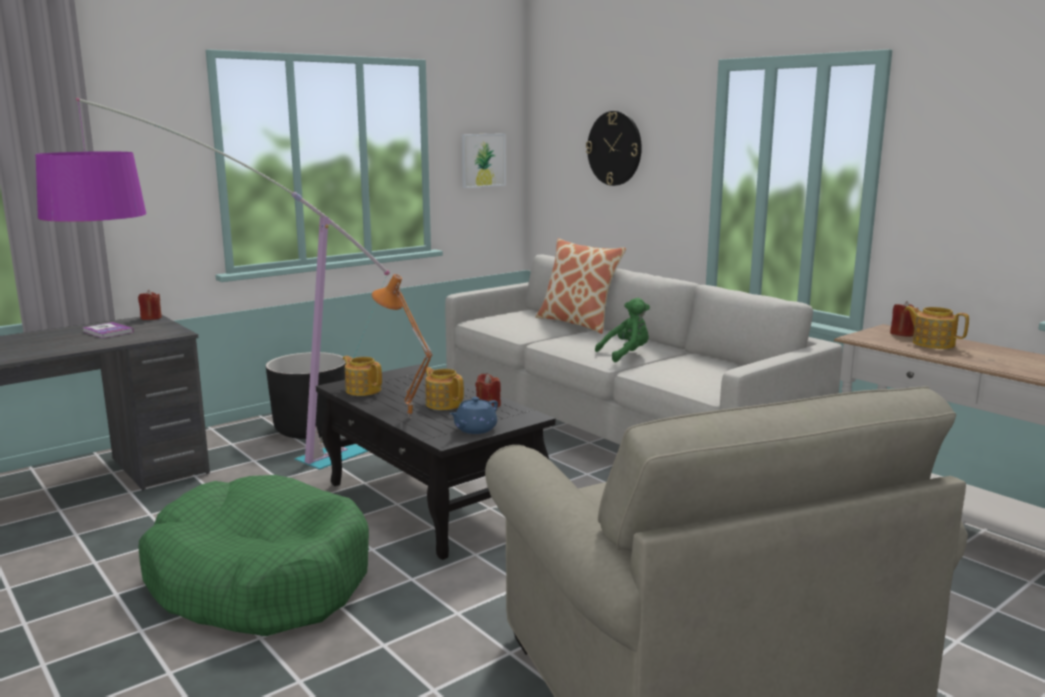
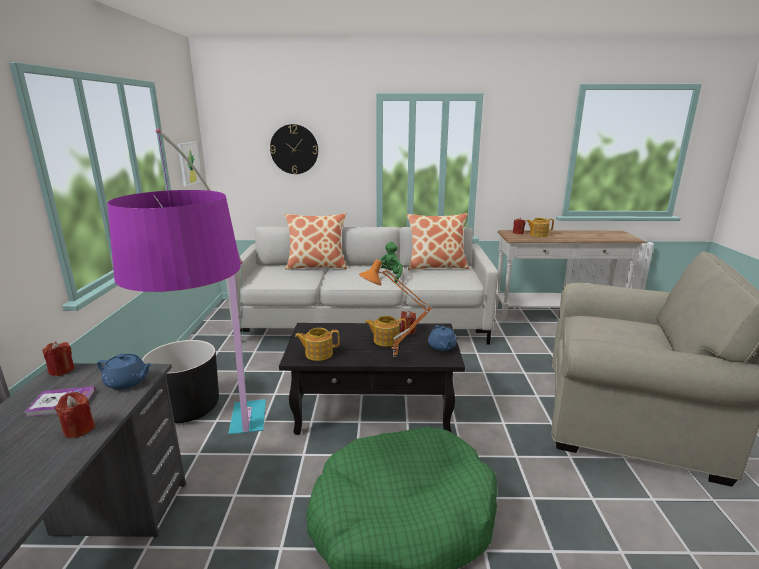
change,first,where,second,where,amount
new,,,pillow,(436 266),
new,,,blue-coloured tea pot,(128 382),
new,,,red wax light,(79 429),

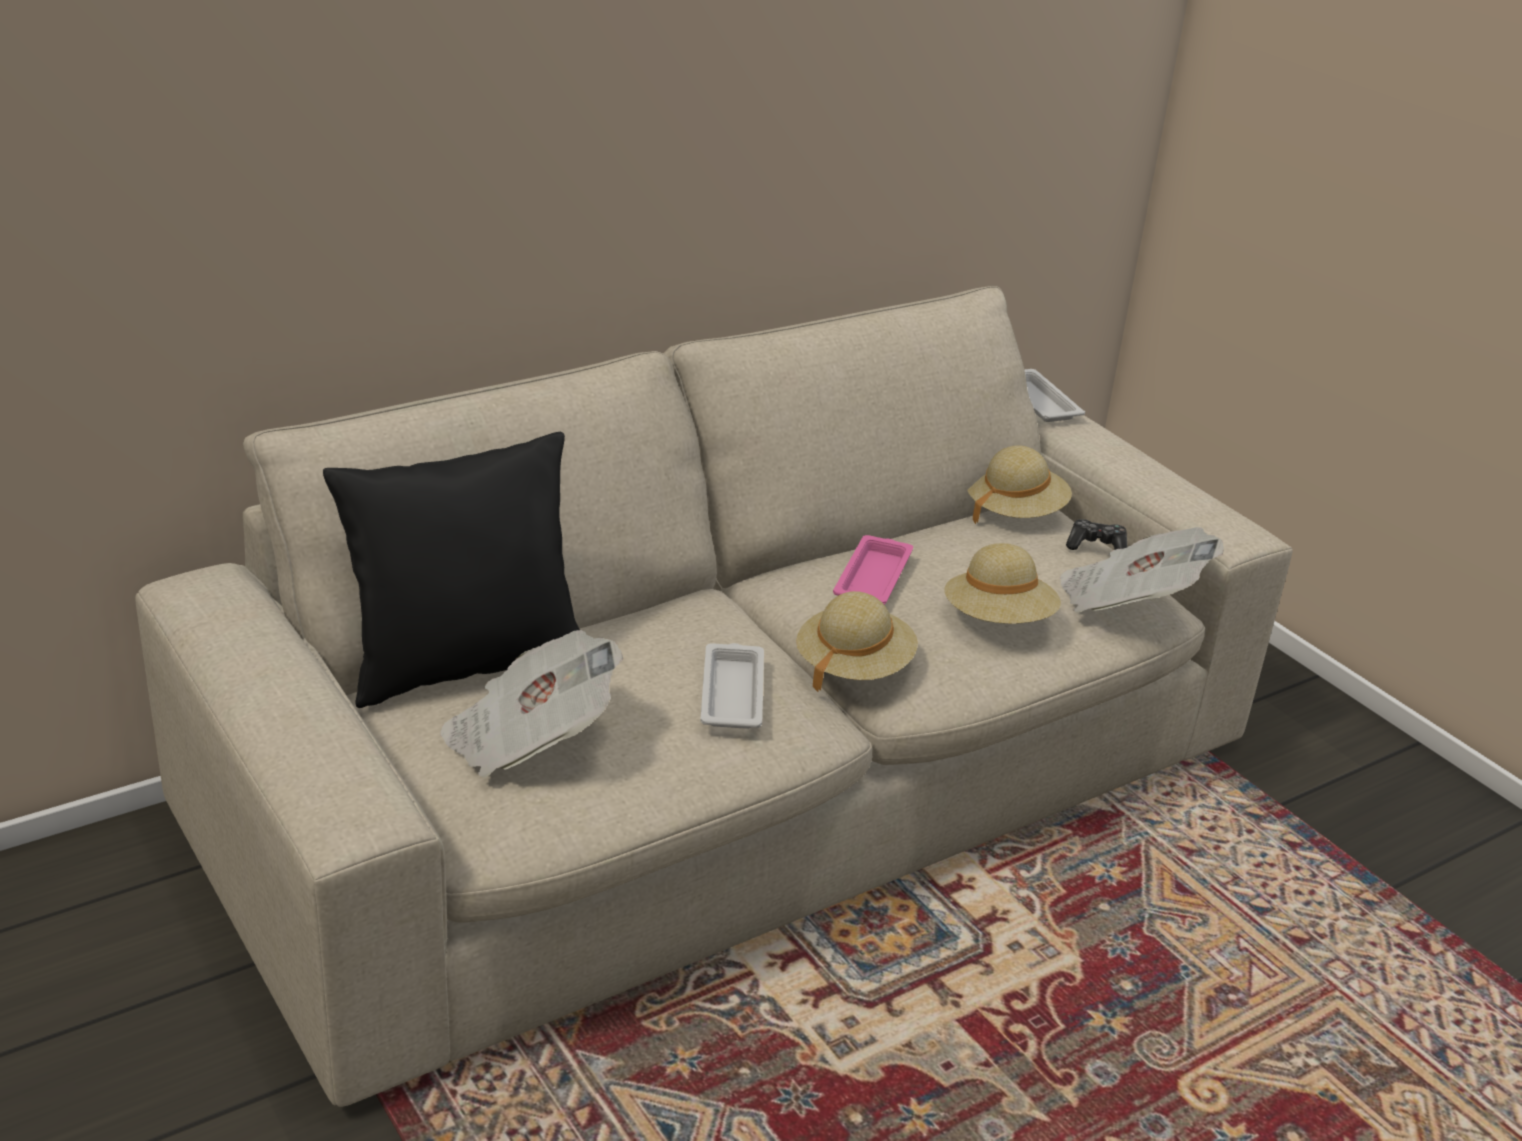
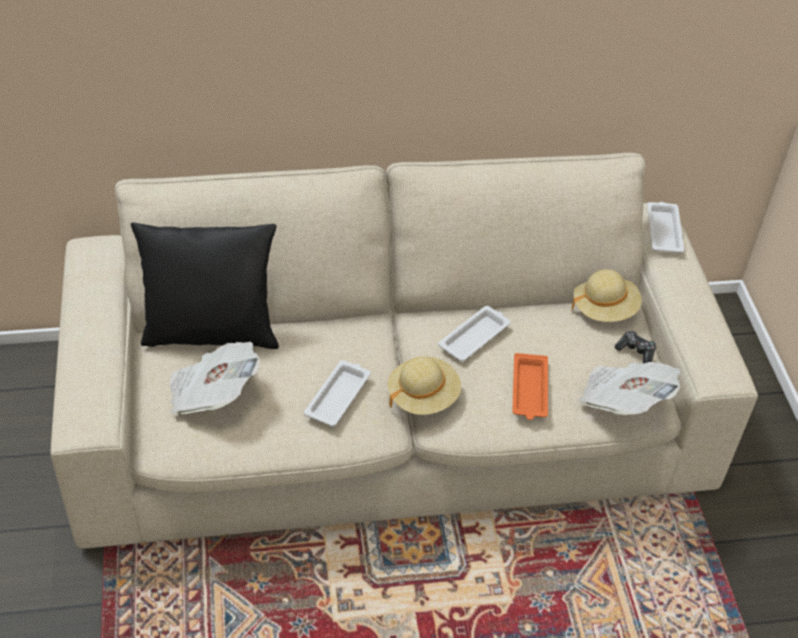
change,first,where,second,where,amount
repainted,pinkish carrying tray,(873 577),whitish carrying tray,(475 336),
swapped,beige-coloured clothing hat,(998 620),orange-coloured carrying tray,(529 391),

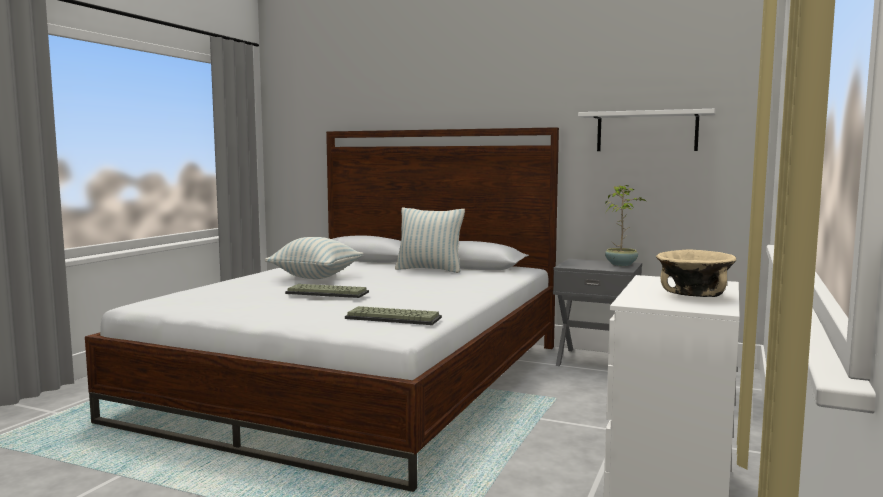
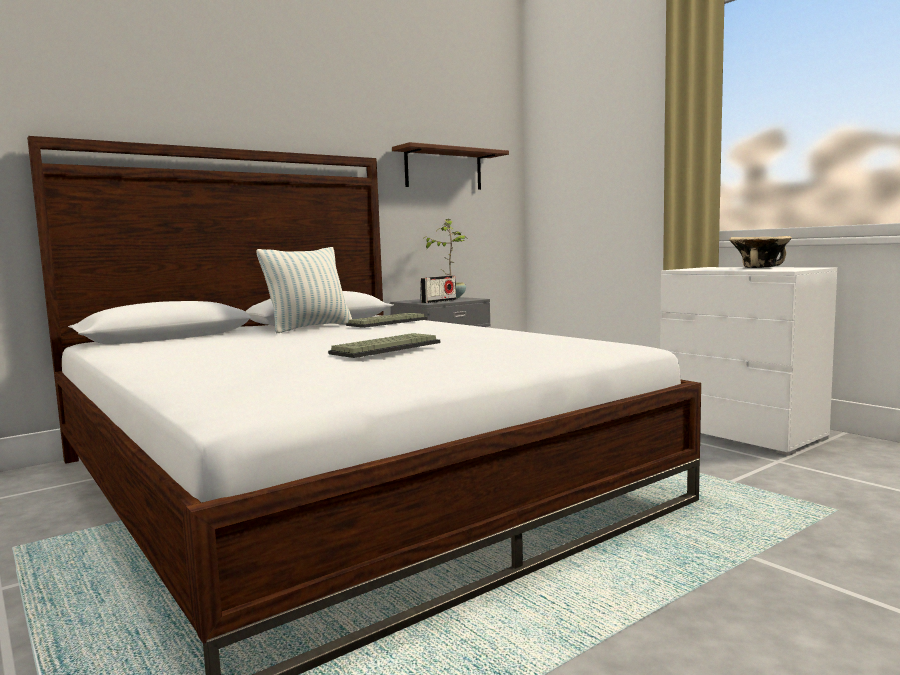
change,first,where,second,where,amount
repainted,whitish shelf,(646 131),brown shelf,(443 169),
gone,pillow,(316 277),,,
shifted,computer keyboard,(394 318),,(387 322),
new,,,radio receiver,(438 301),

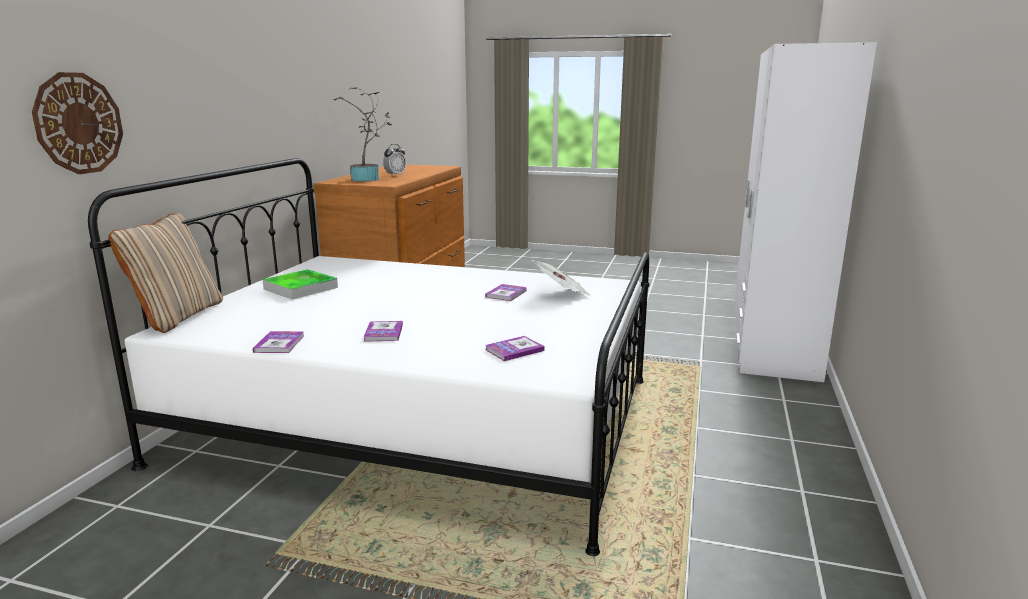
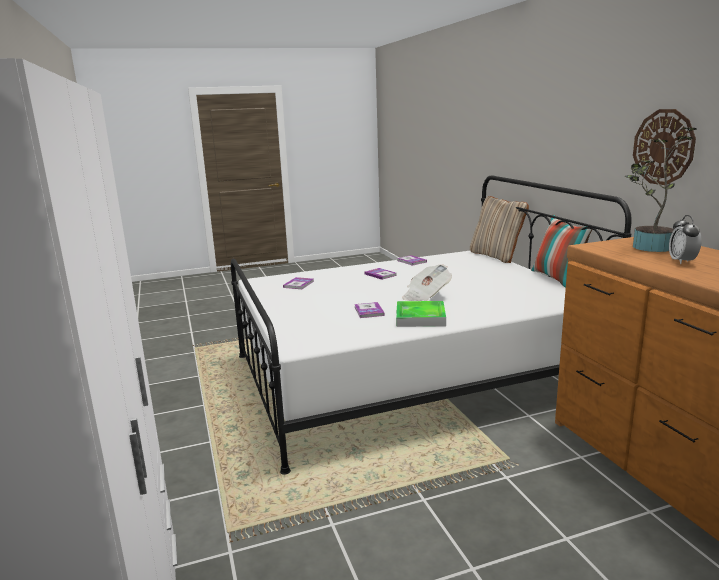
change,first,where,second,where,amount
shifted,wall clock,(78 123),,(663 147),
shifted,newspaper,(562 293),,(426 296),
shifted,carrying tray,(300 288),,(420 317),
new,,,pillow,(557 279),

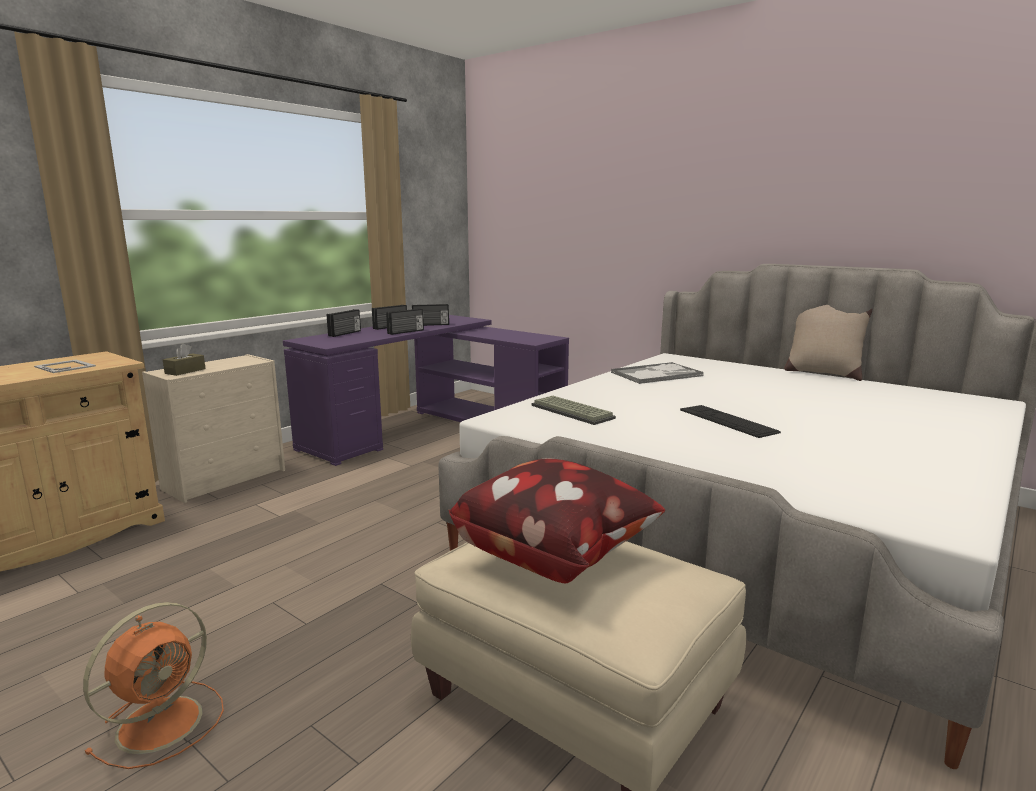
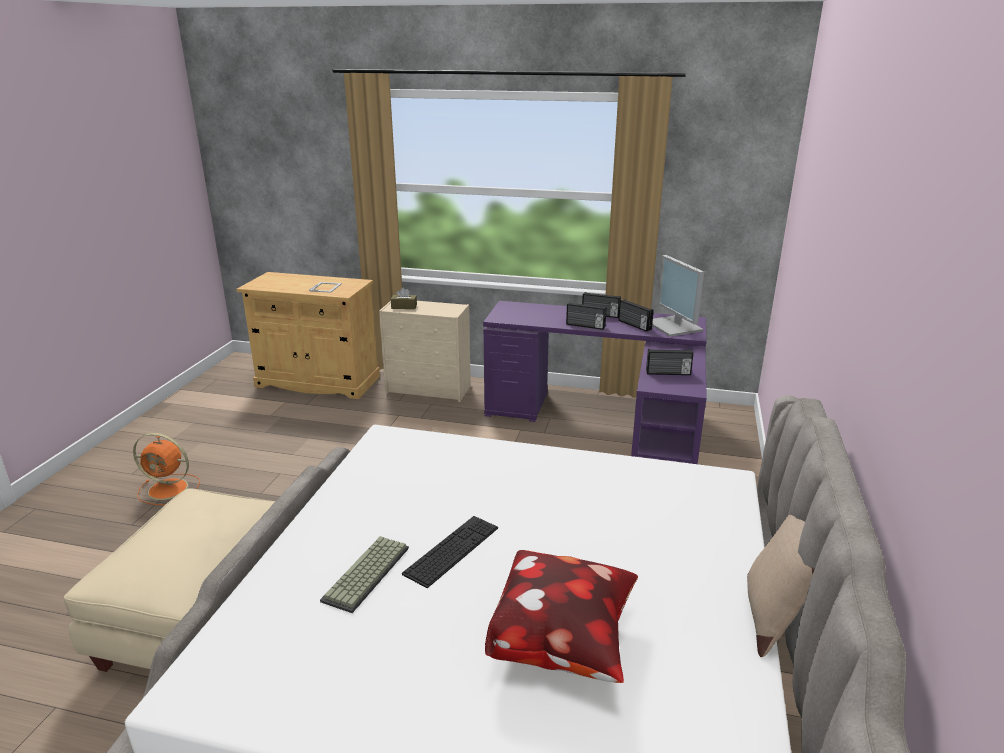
change,first,where,second,where,amount
shifted,radio receiver,(345 333),,(668 373),
gone,carrying tray,(657 374),,,
shifted,computer keyboard,(573 411),,(367 575),
shifted,pillow,(554 555),,(564 643),
new,,,computer display,(675 326),

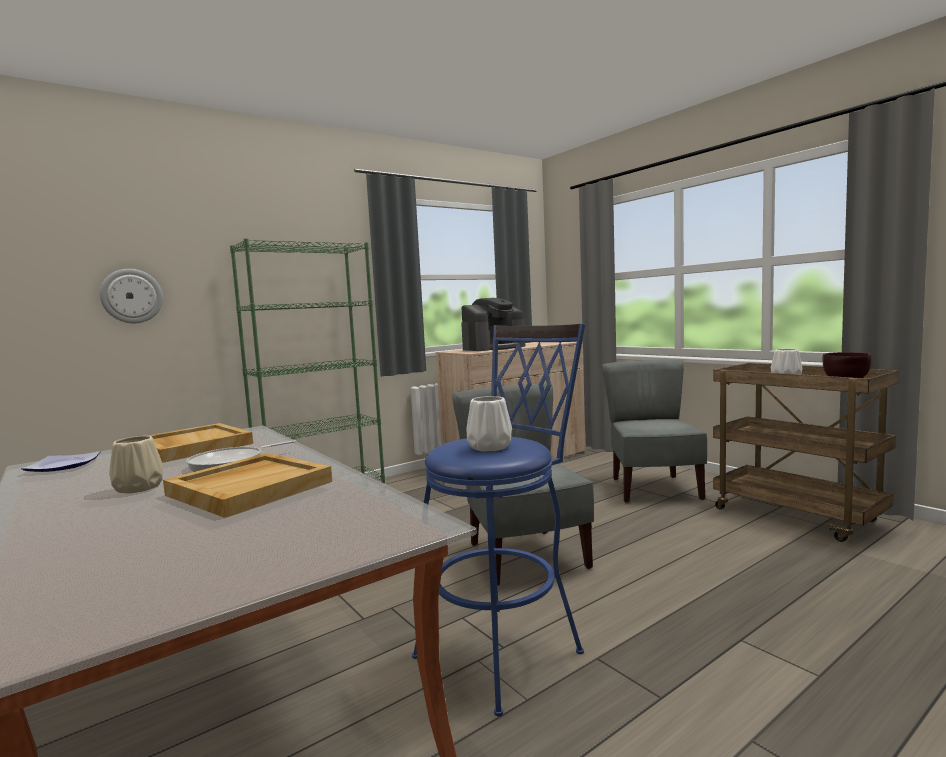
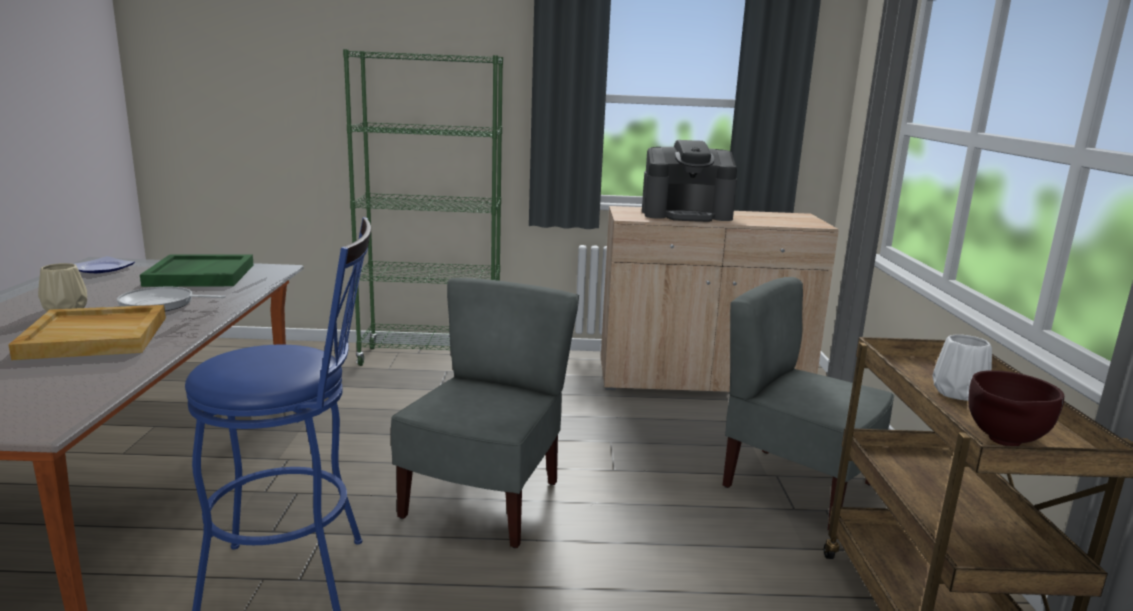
change,first,where,second,where,amount
gone,wall clock,(132 296),,,
rotated,greyish upright chair,(653 489),,(796 487),90 degrees counterclockwise
gone,whitish decorative vase,(490 446),,,
repainted,beige-coloured carrying tray,(193 446),greenish carrying tray,(200 275),

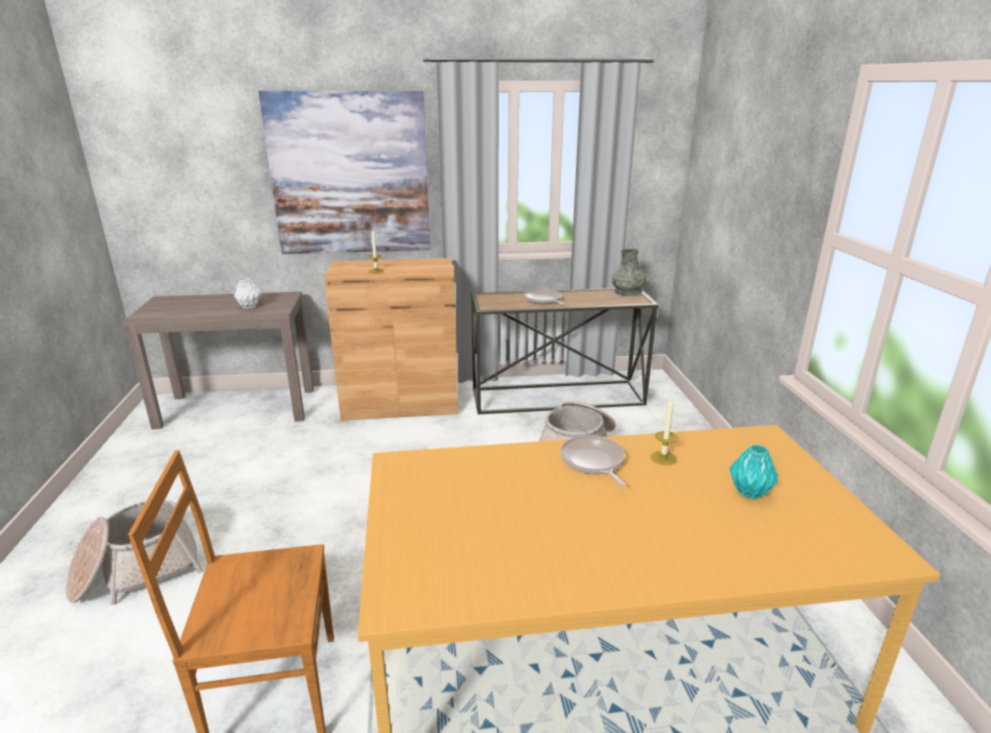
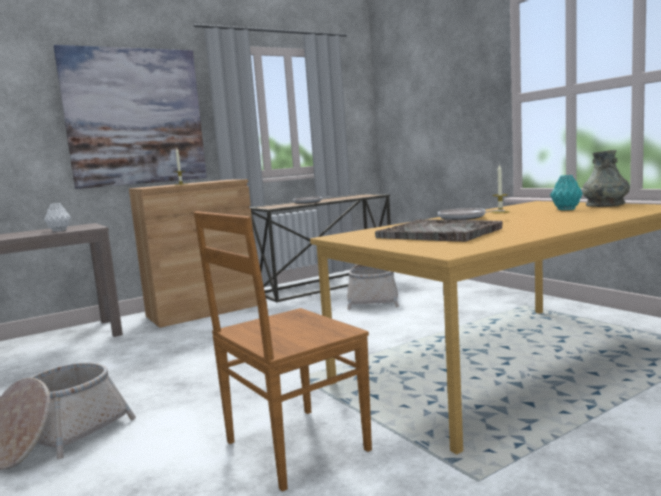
change,first,where,second,where,amount
shifted,greyish decorative vase,(628 292),,(605 205),
new,,,greyish carrying tray,(440 233),

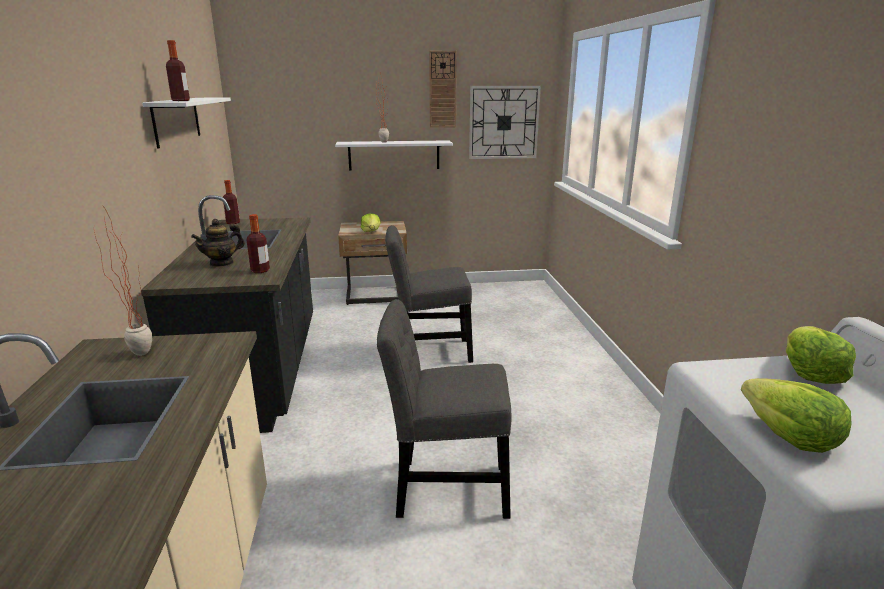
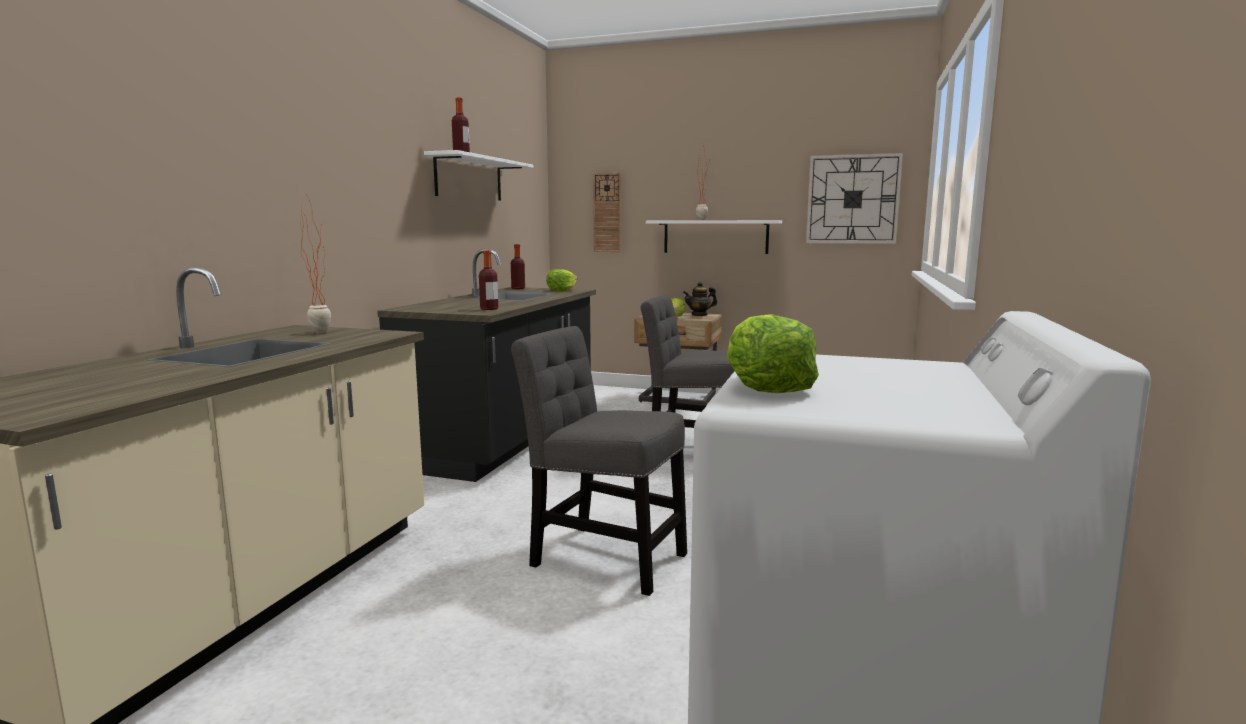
change,first,where,second,where,amount
shifted,wall clock,(442 89),,(607 213),
shifted,tea pot,(222 263),,(699 315),
shifted,head of lettuce,(809 373),,(561 290),

